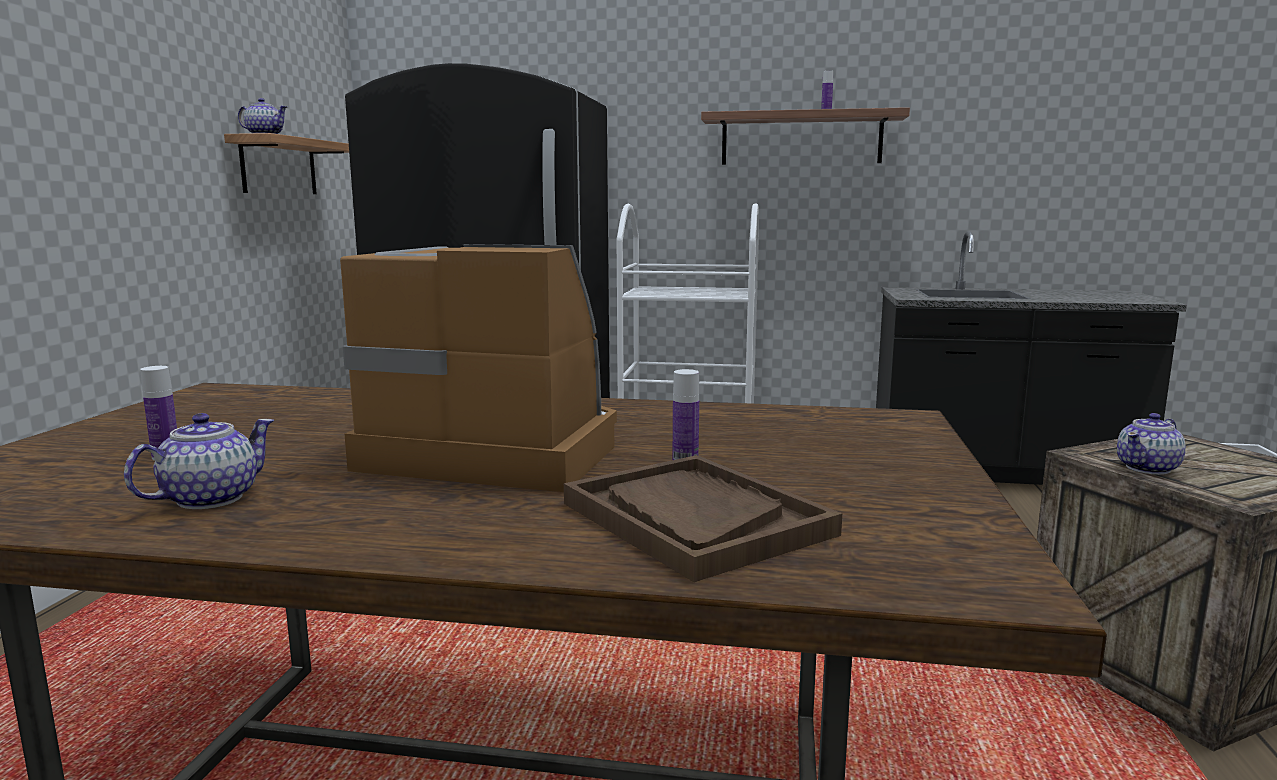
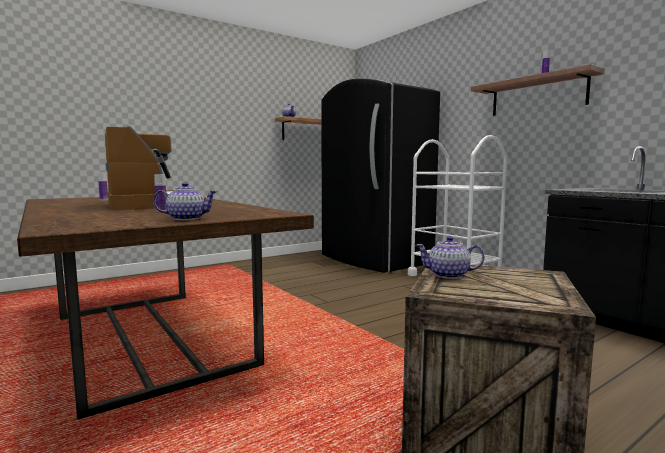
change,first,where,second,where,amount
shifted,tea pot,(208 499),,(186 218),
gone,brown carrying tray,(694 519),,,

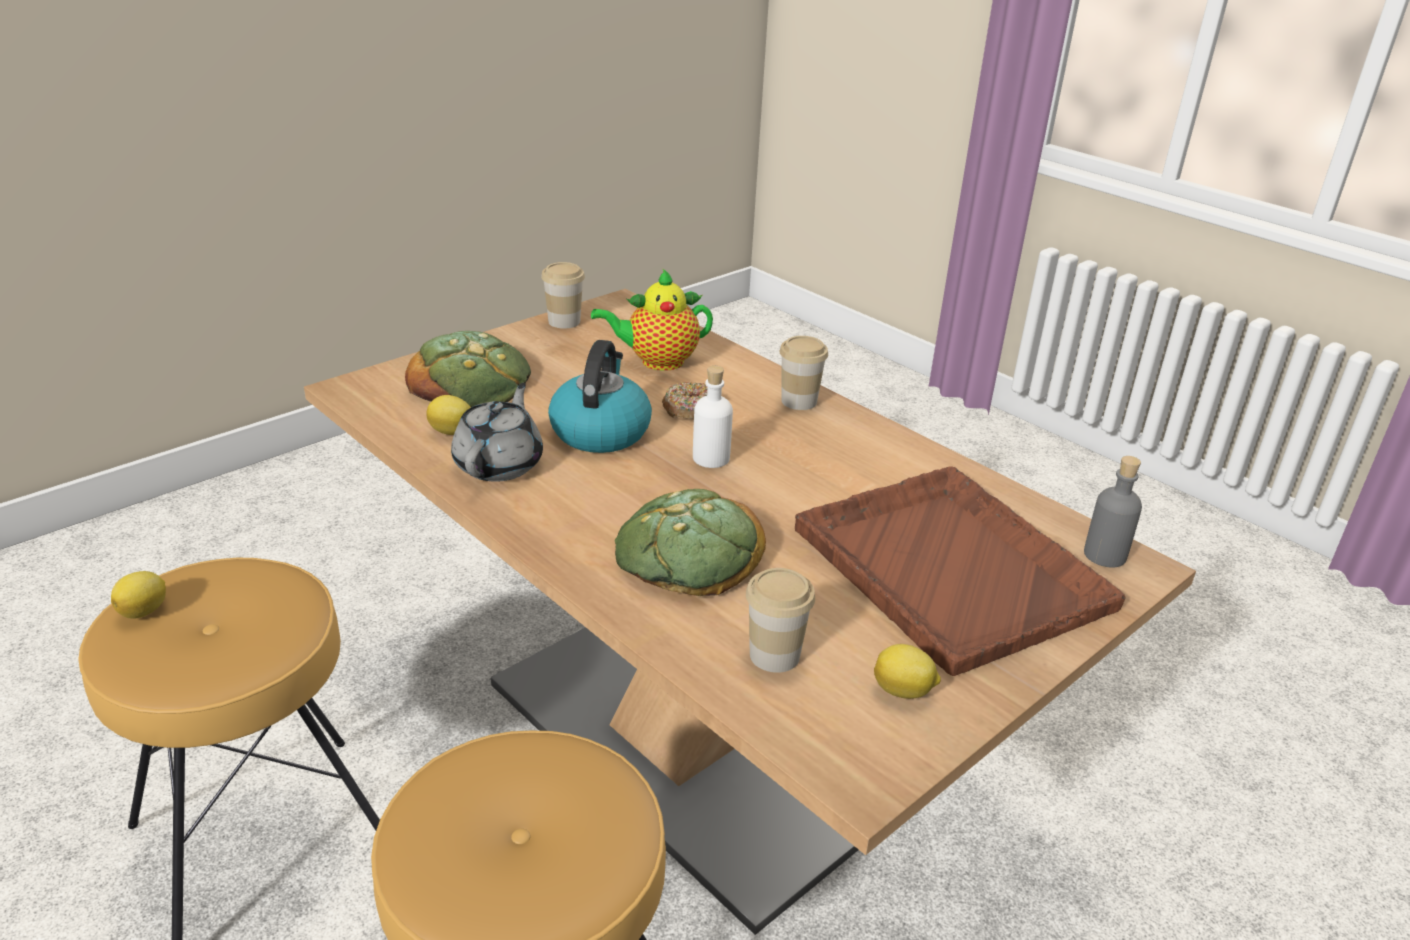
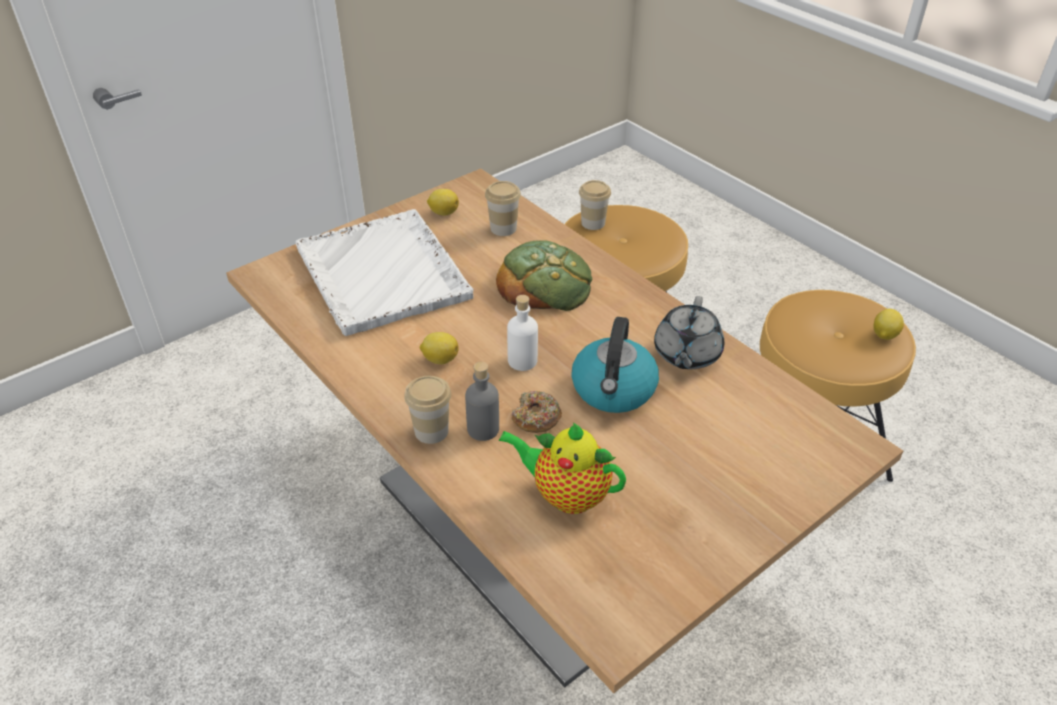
change,first,where,second,where,amount
shifted,small cup,(564 321),,(593 223),
rotated,tea pot,(657 361),,(566 494),150 degrees counterclockwise
gone,baked bread,(470 380),,,
shifted,whole lemon,(452 432),,(439 359),
shifted,greyish beverage bottle,(1104 555),,(483 429),
repainted,brown carrying tray,(948 566),whitish carrying tray,(383 274),

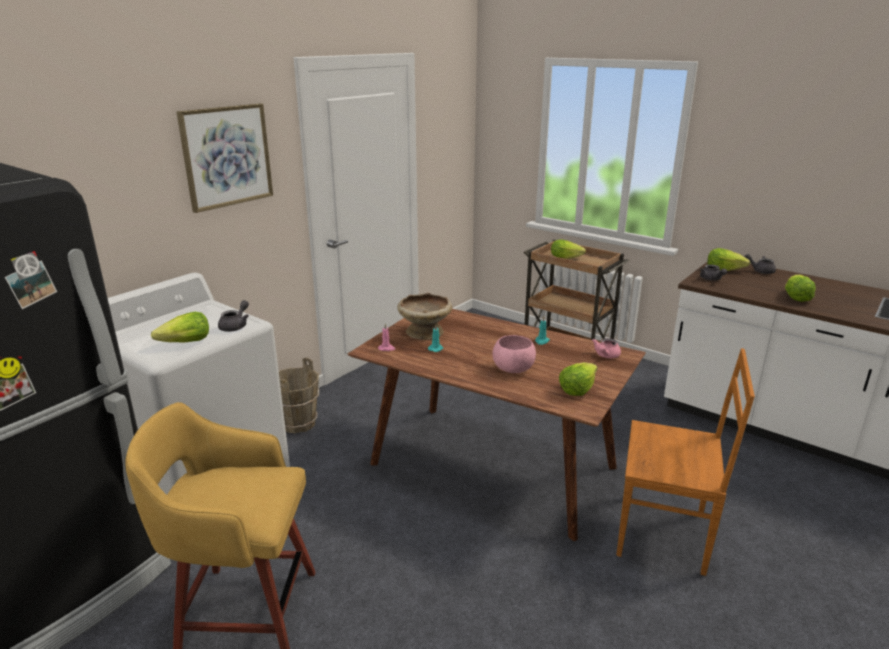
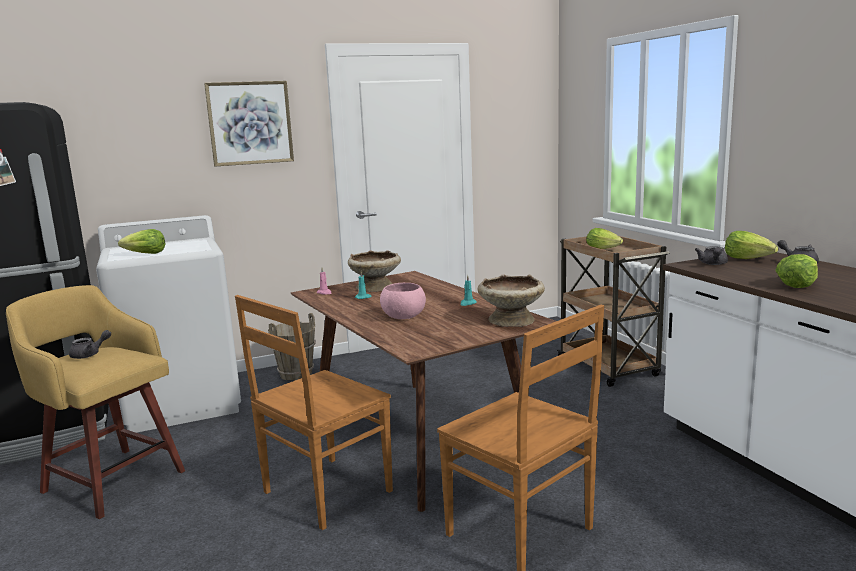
change,first,where,second,where,amount
shifted,greyish tea pot,(236 326),,(90 354),
swapped,pinkish tea pot,(605 356),beige-coloured serving bowl,(511 320),
gone,head of lettuce,(577 389),,,
new,,,brown upright chair,(324 493),

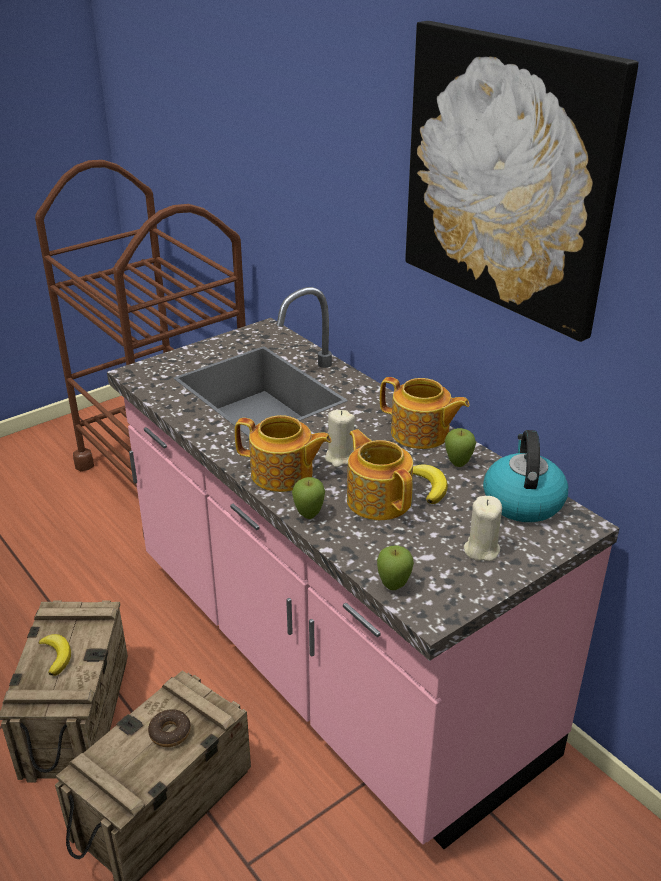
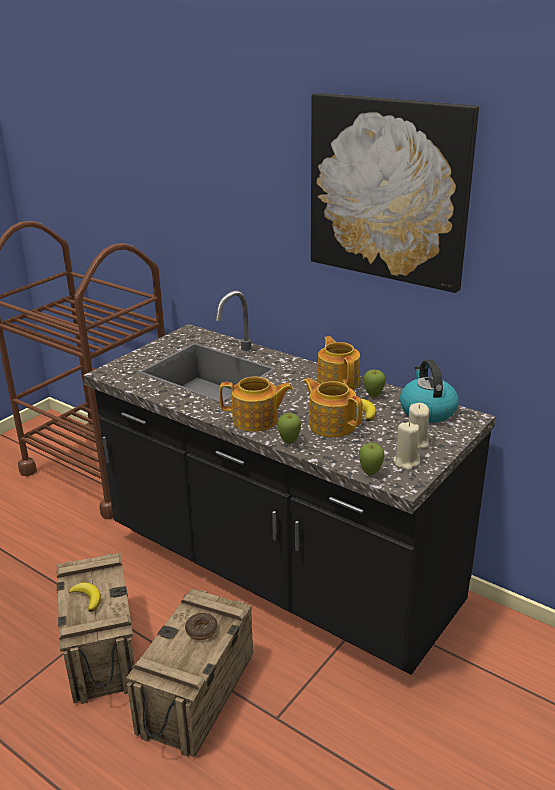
change,first,where,second,where,amount
repainted,pinkish kitchen counter,(330 657),blackish kitchen counter,(280 569),
rotated,tea pot,(421 434),,(338 381),120 degrees counterclockwise
shifted,beige-coloured wax light,(340 457),,(406 462),

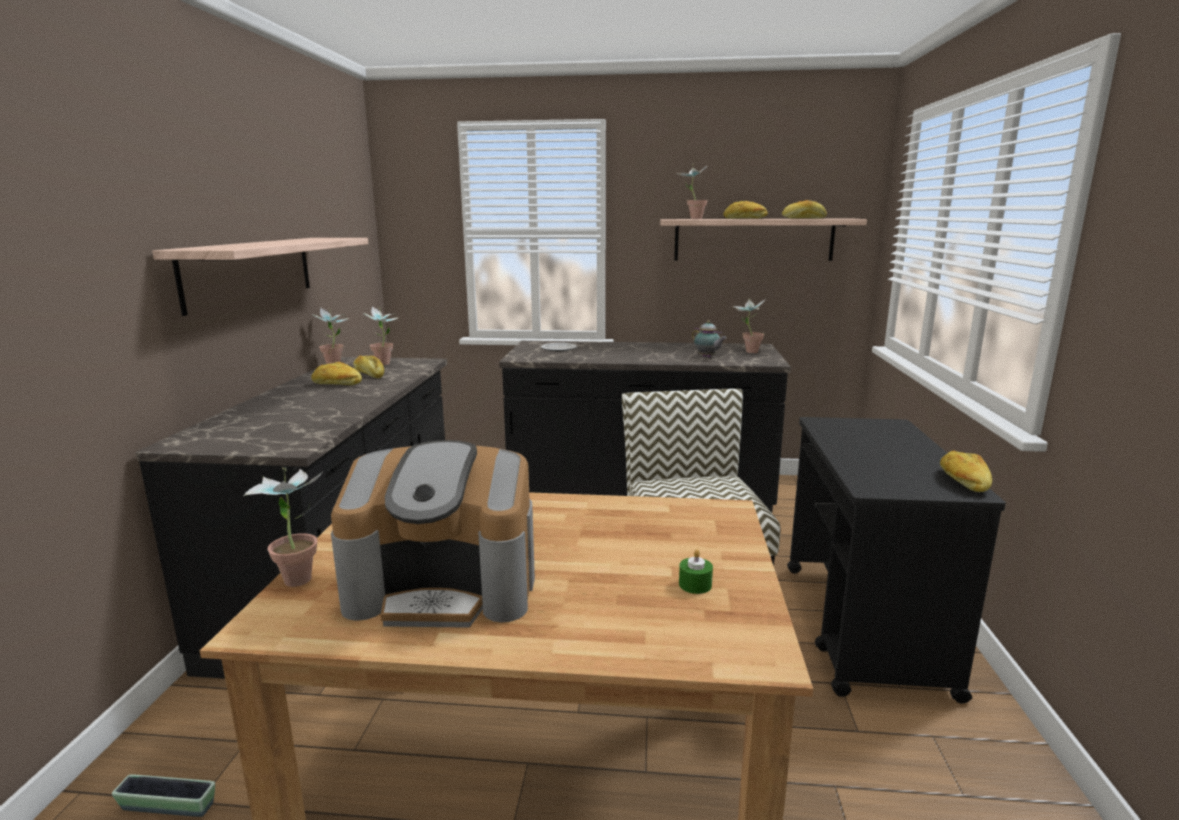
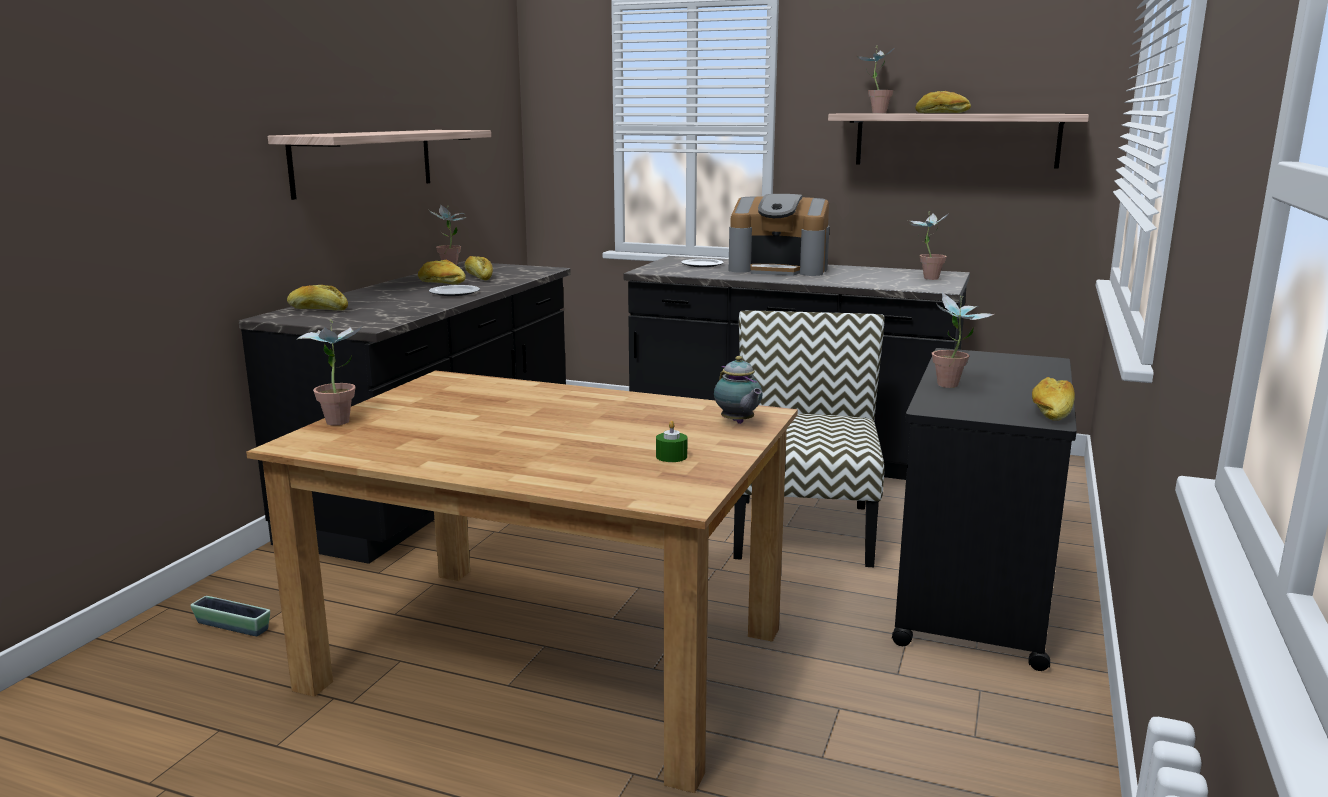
change,first,where,second,where,amount
shifted,baked bread,(803 218),,(318 309),
shifted,plant in a pot,(385 365),,(953 387),
shifted,tea pot,(707 357),,(738 422),
shifted,coffee brewer,(445 586),,(779 269),
new,,,dinner plate,(454 293),

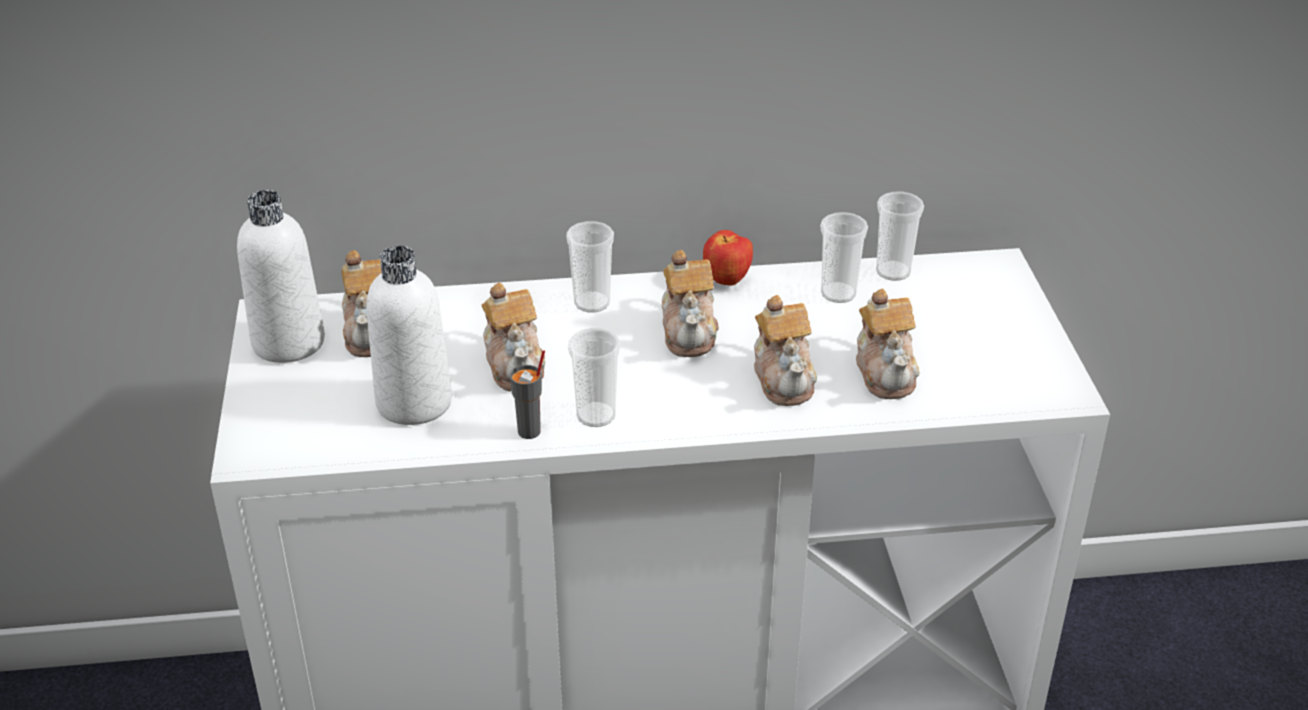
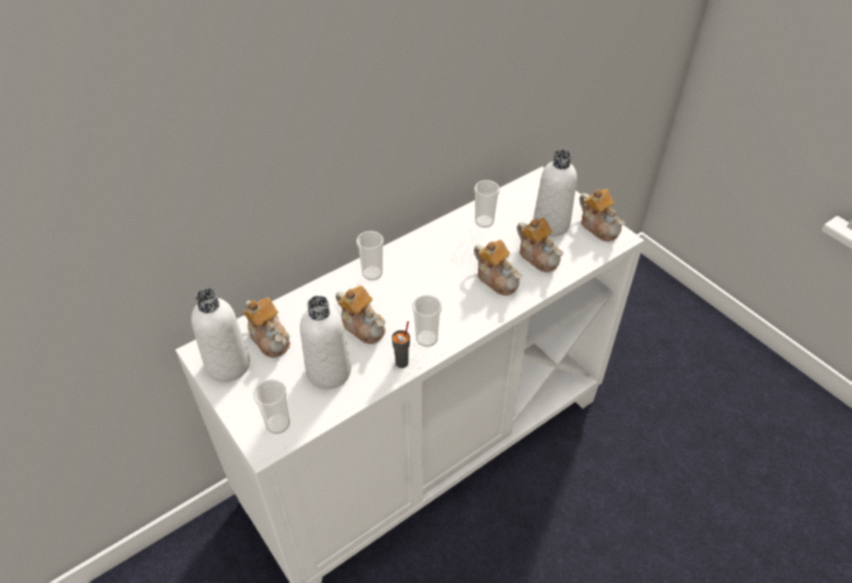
change,first,where,second,where,amount
shifted,small cup,(893 271),,(278 424),
gone,whole apple,(727 281),,,
shifted,tea pot,(689 331),,(599 227),
new,,,whitish beverage bottle,(551 224),

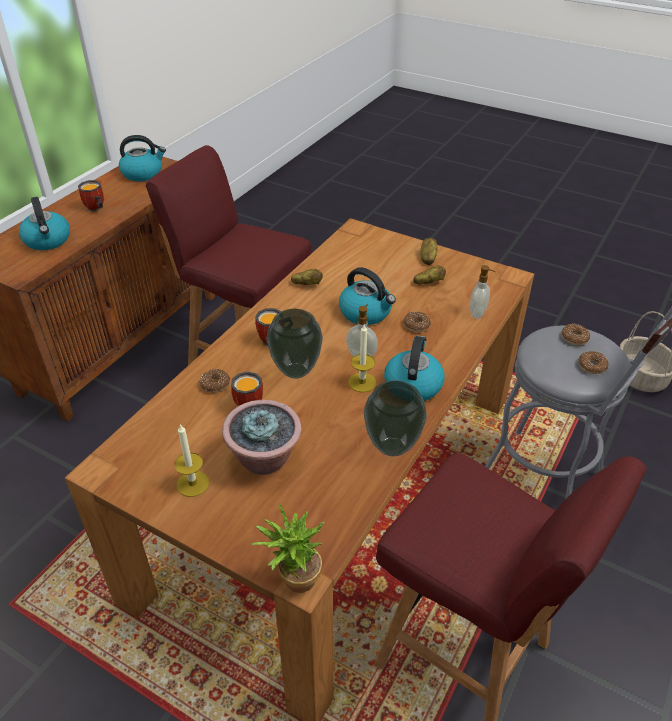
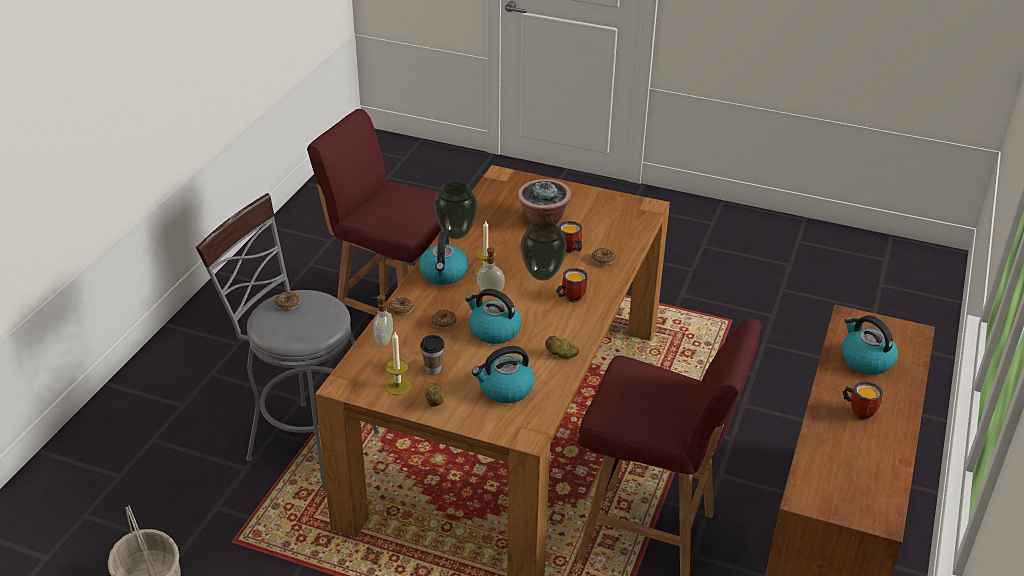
change,first,where,second,where,amount
shifted,kettle,(143 173),,(505 389),
swapped,whole potato,(428 283),small cup,(433 369),
shifted,ring doughnut,(574 338),,(401 309),
shifted,wax light,(192 483),,(398 386),
gone,plant in a pot,(293 580),,,

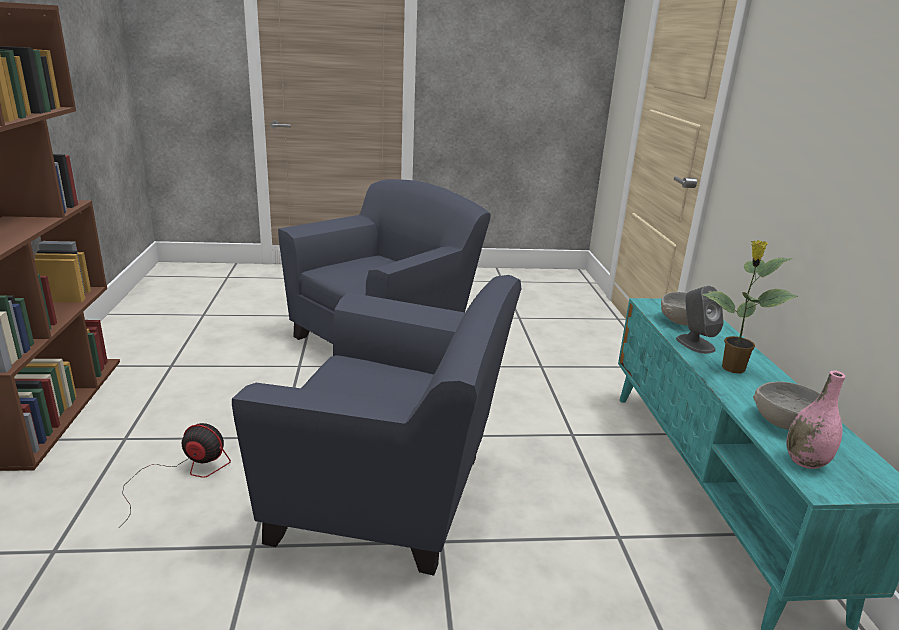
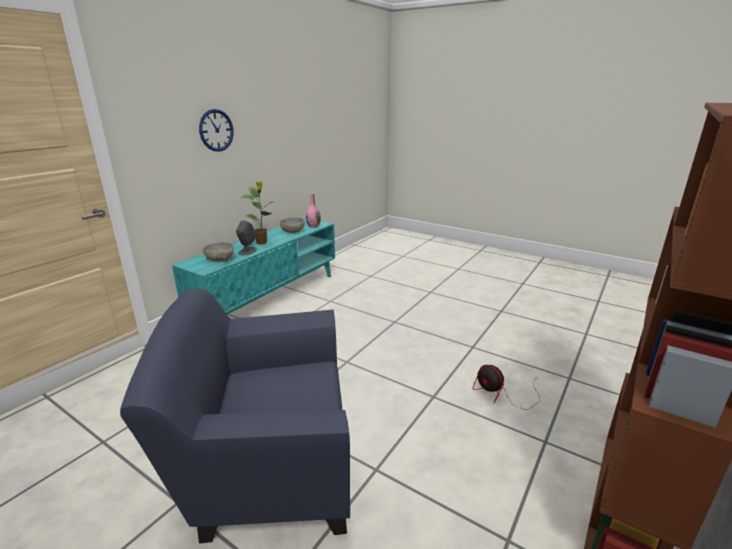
change,first,where,second,where,amount
gone,blue-coloured lounge chair,(394 496),,,
new,,,wall clock,(216 130),

